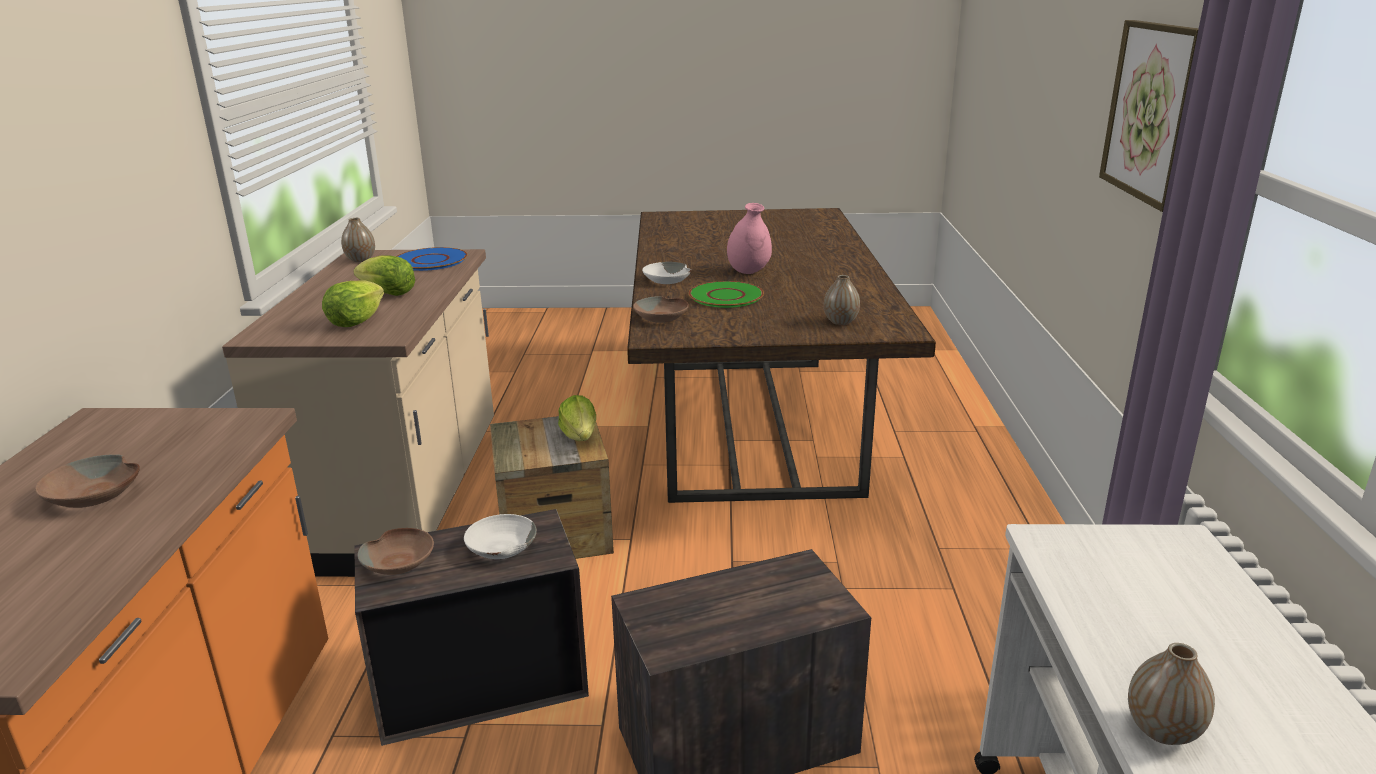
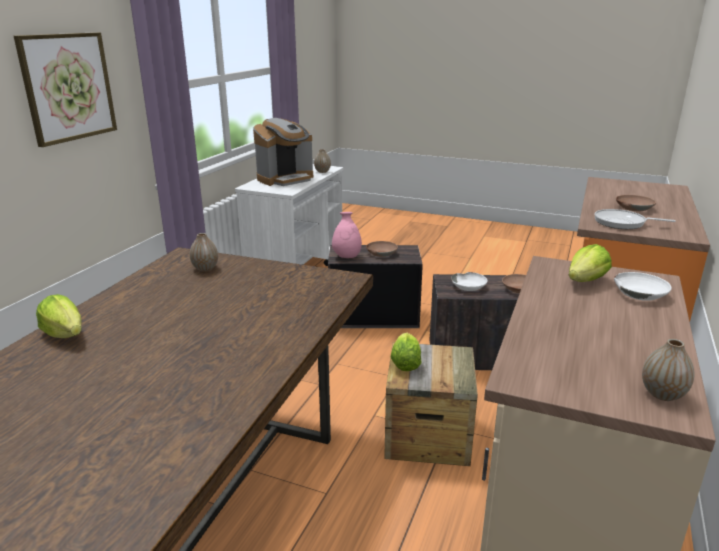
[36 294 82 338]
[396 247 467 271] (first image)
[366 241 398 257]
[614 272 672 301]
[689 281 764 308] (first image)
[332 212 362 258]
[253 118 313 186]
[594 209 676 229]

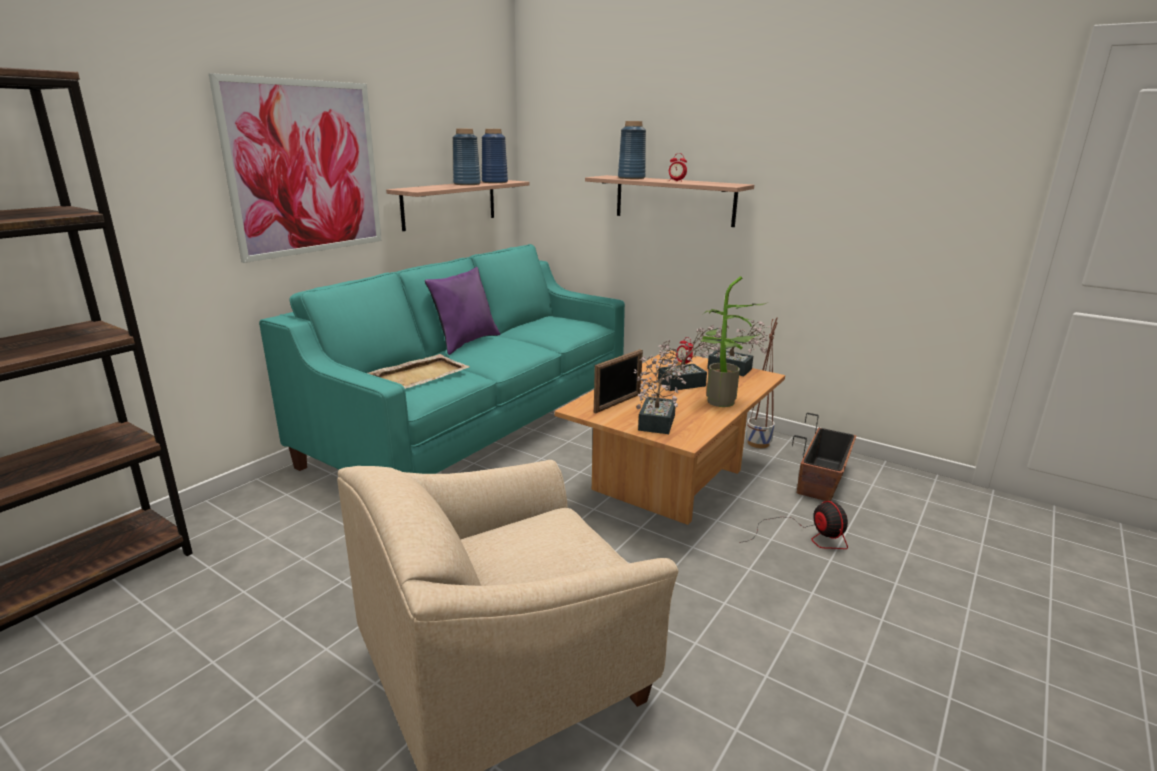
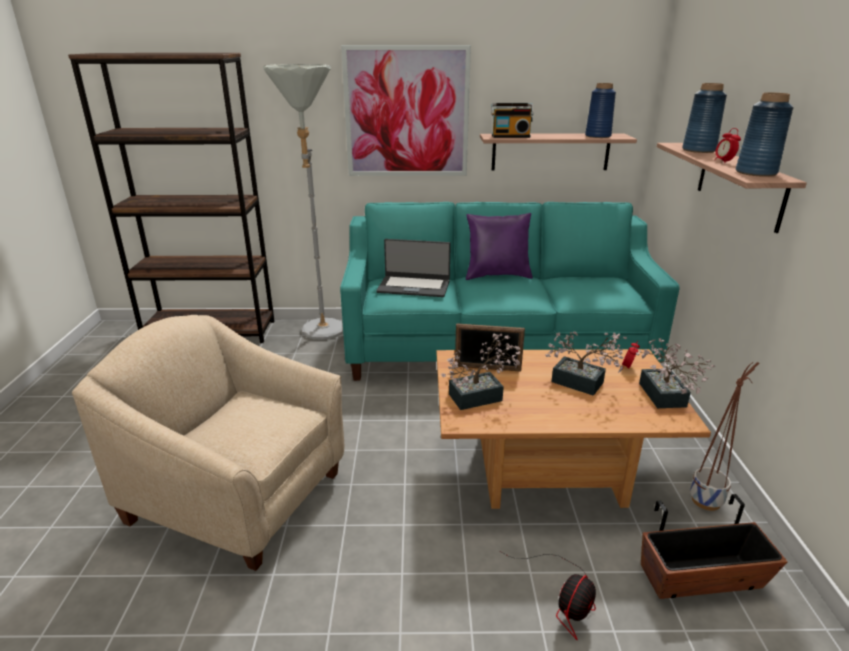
[376 239 451 297]
[736 93 794 177]
[701 276 769 407] (first image)
[263 64 343 340]
[491 103 534 138]

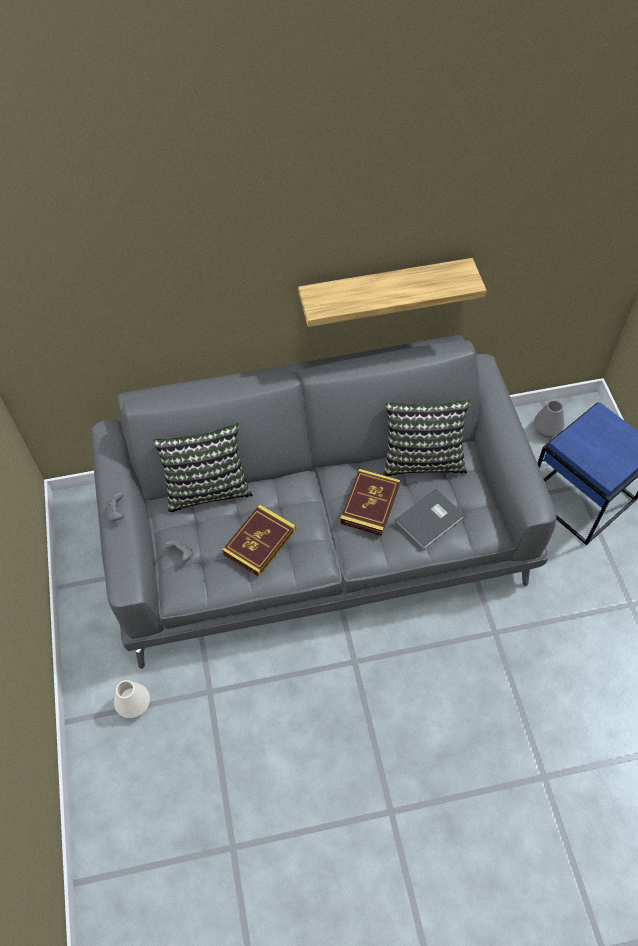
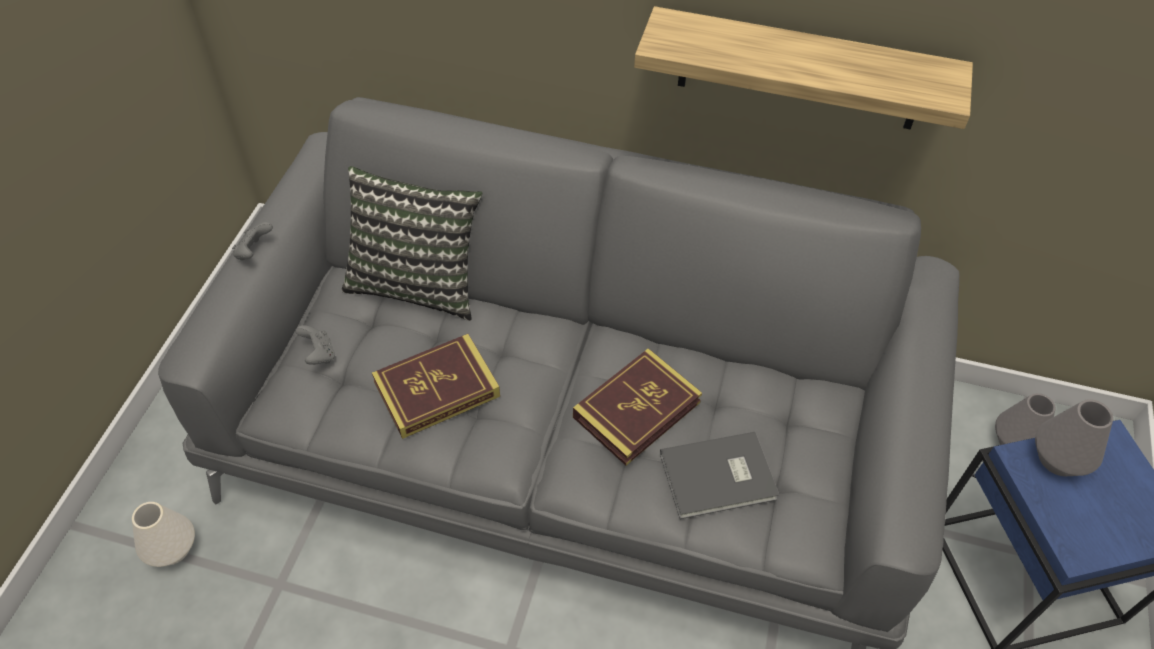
[383 399 471 476] (first image)
[1035 399 1113 476]

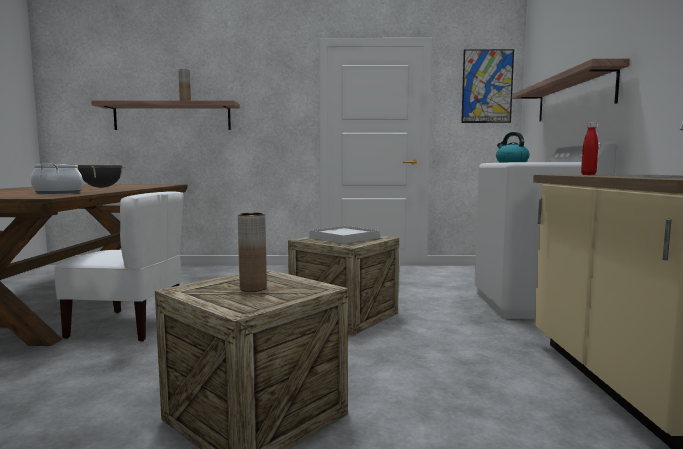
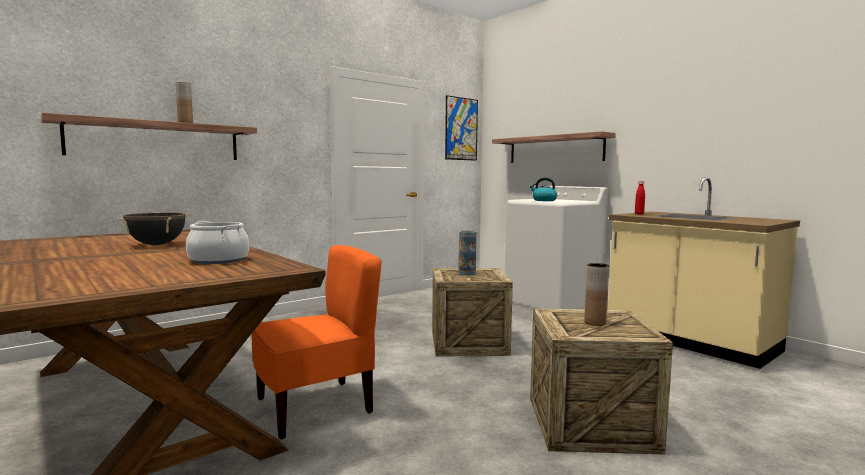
[252 245 382 440]
[459 231 476 276]

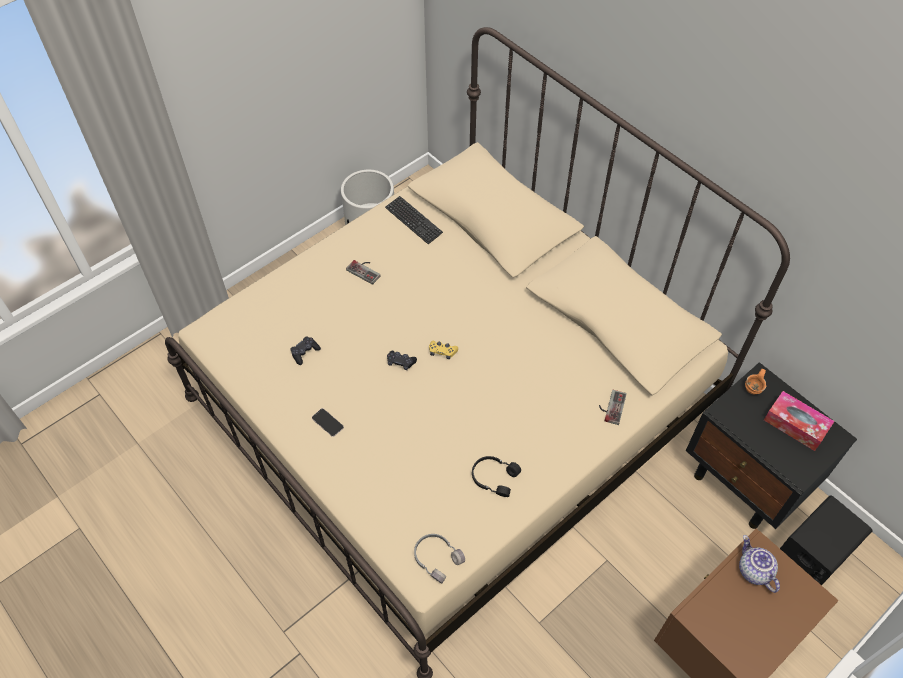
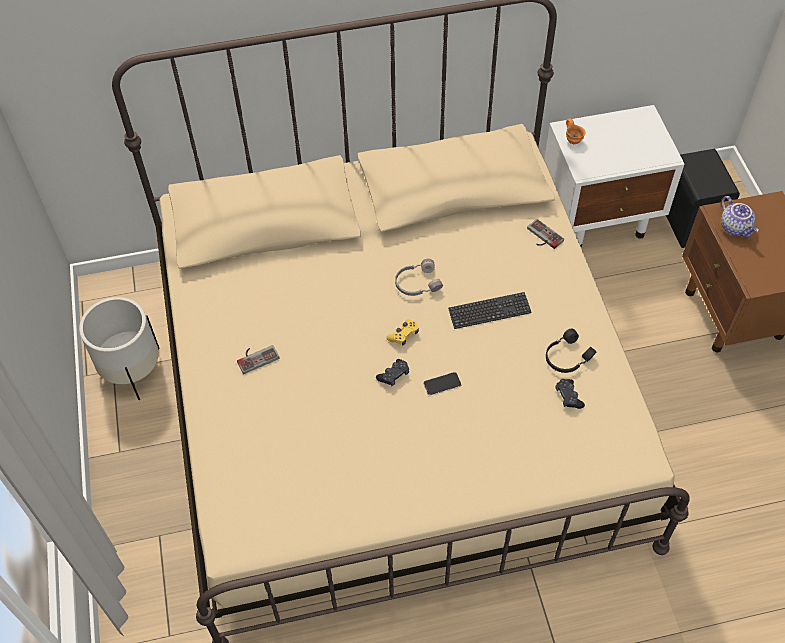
[556 379 585 409]
[423 372 461 396]
[448 292 532 329]
[395 259 443 296]
[544 105 684 248]
[721 196 759 237]
[764 391 835 451] (first image)

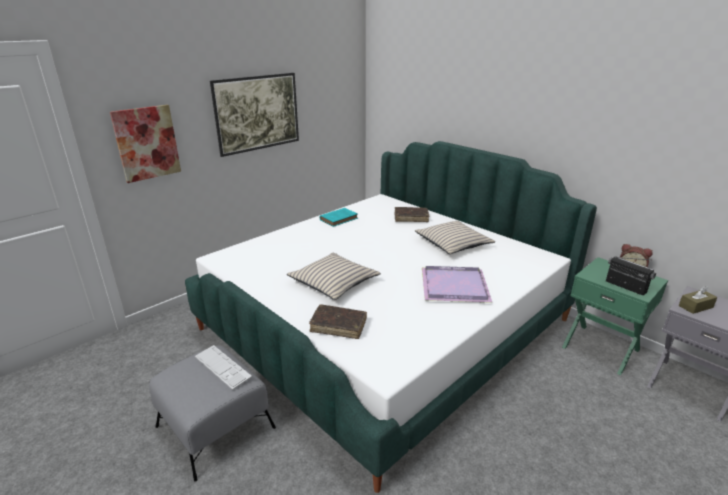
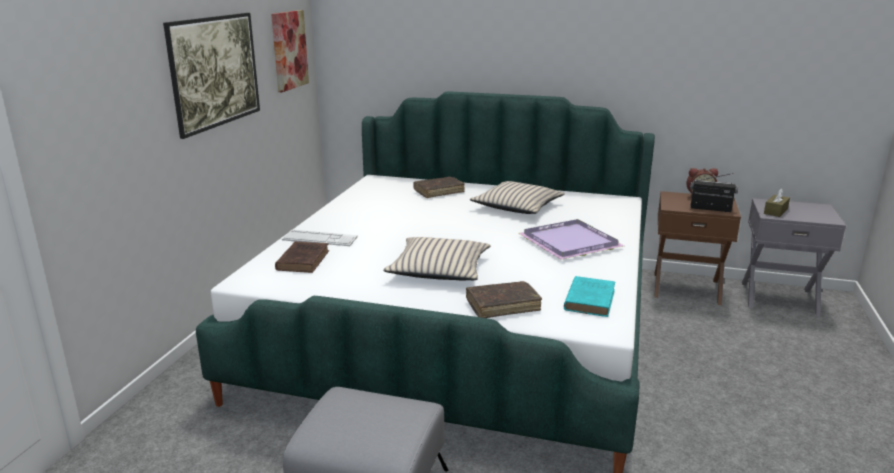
[271 10 309 92]
[282 230 358 246]
[564 276 615 317]
[654 191 741 305]
[275 241 329 273]

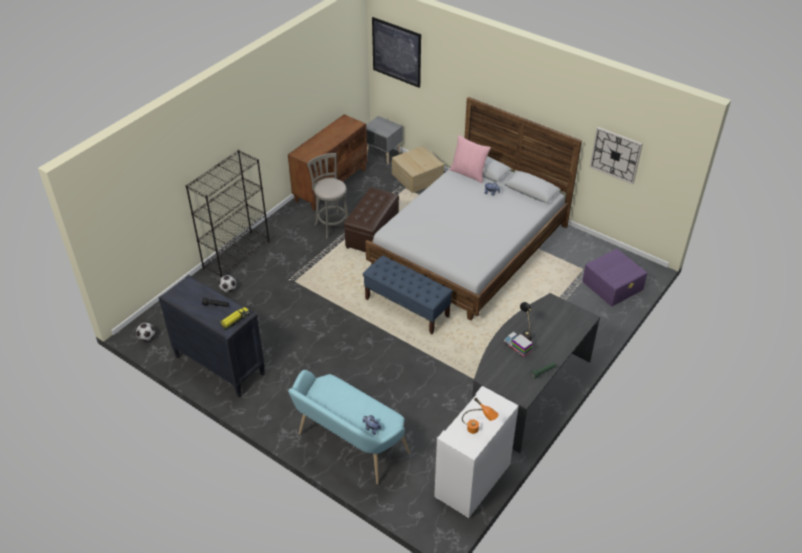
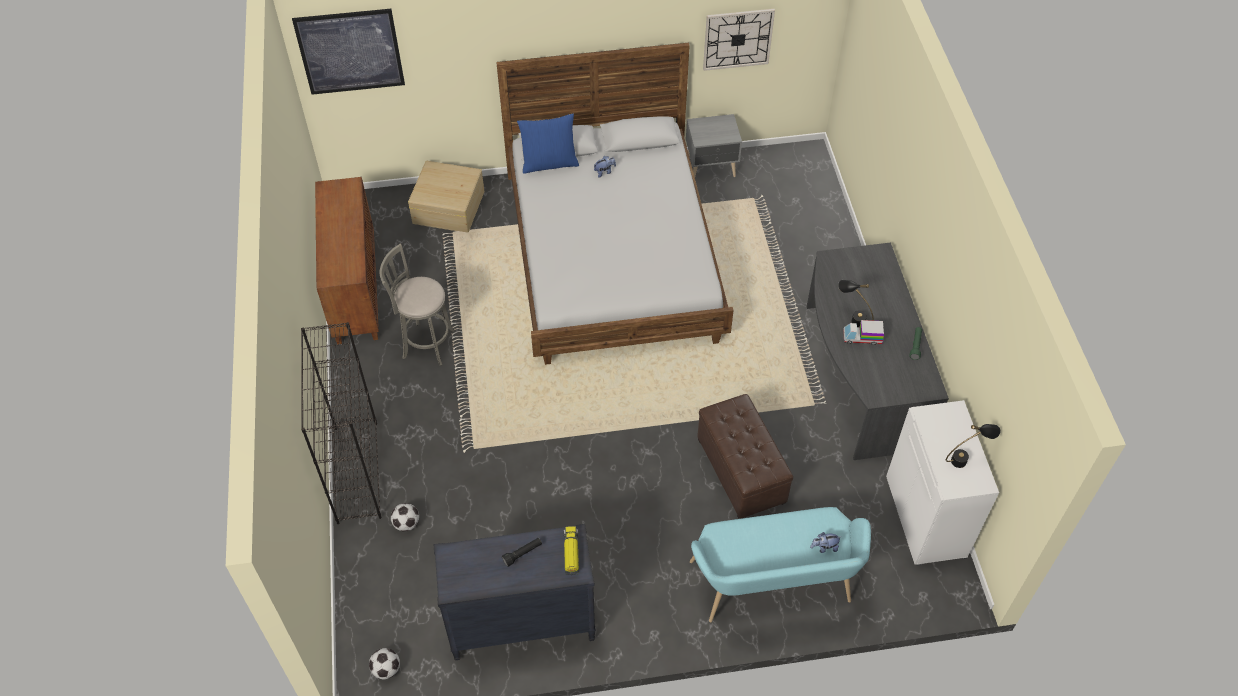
[697 394 793 519]
[363 256 453 334] (first image)
[686 114 742 177]
[517 114 579 174]
[946 424 1000 468]
[582 249 647 307] (first image)

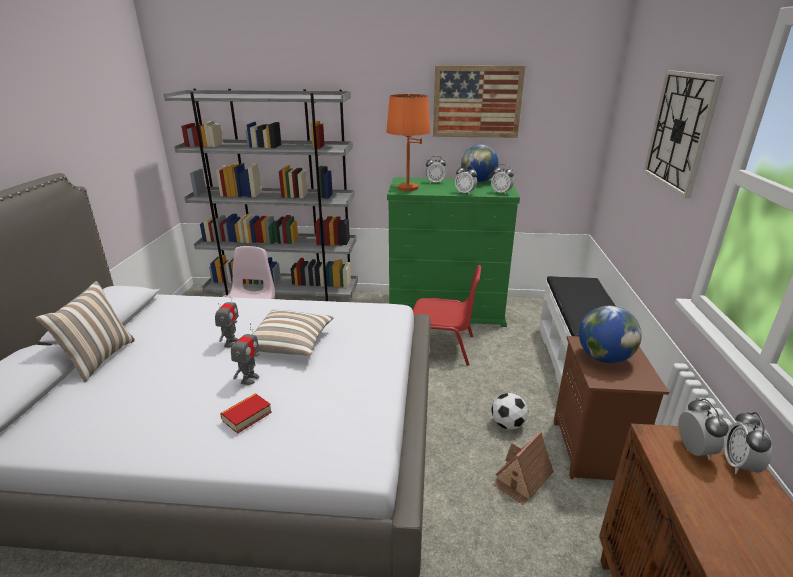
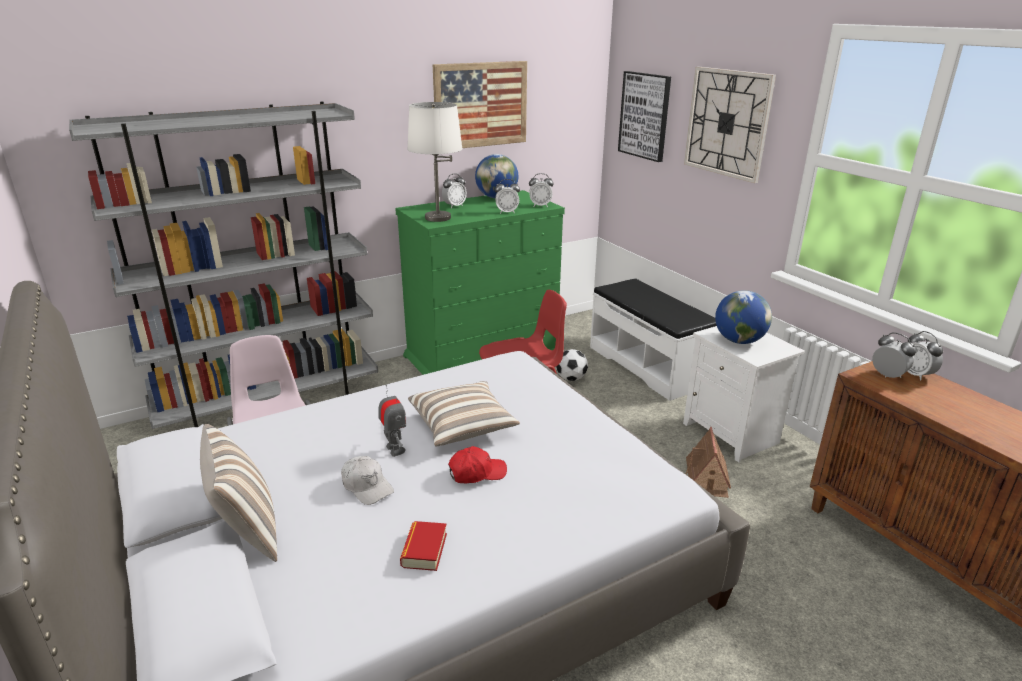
[400 521 447 571]
[448 446 507 483]
[407 102 462 222]
[556 349 588 381]
[683 326 805 462]
[341 456 394 505]
[618 71 671 162]

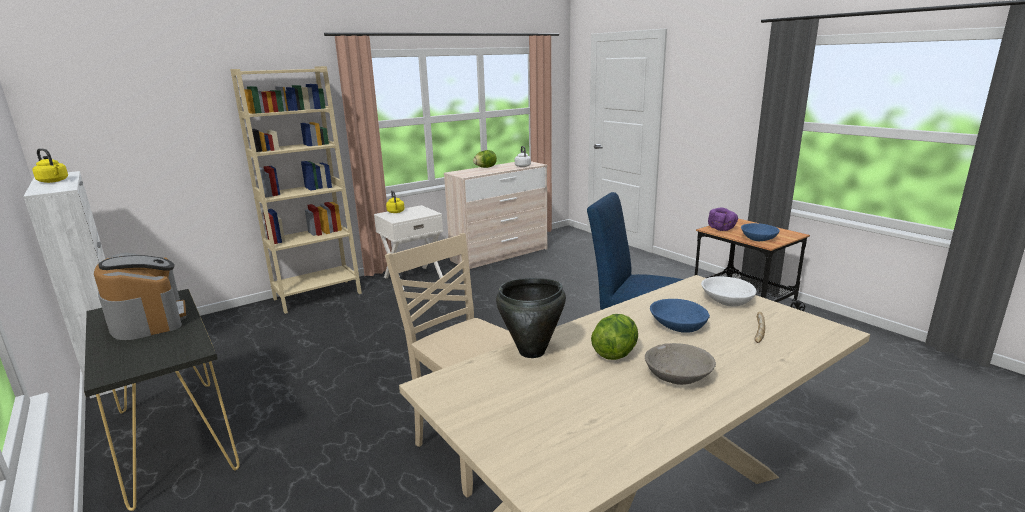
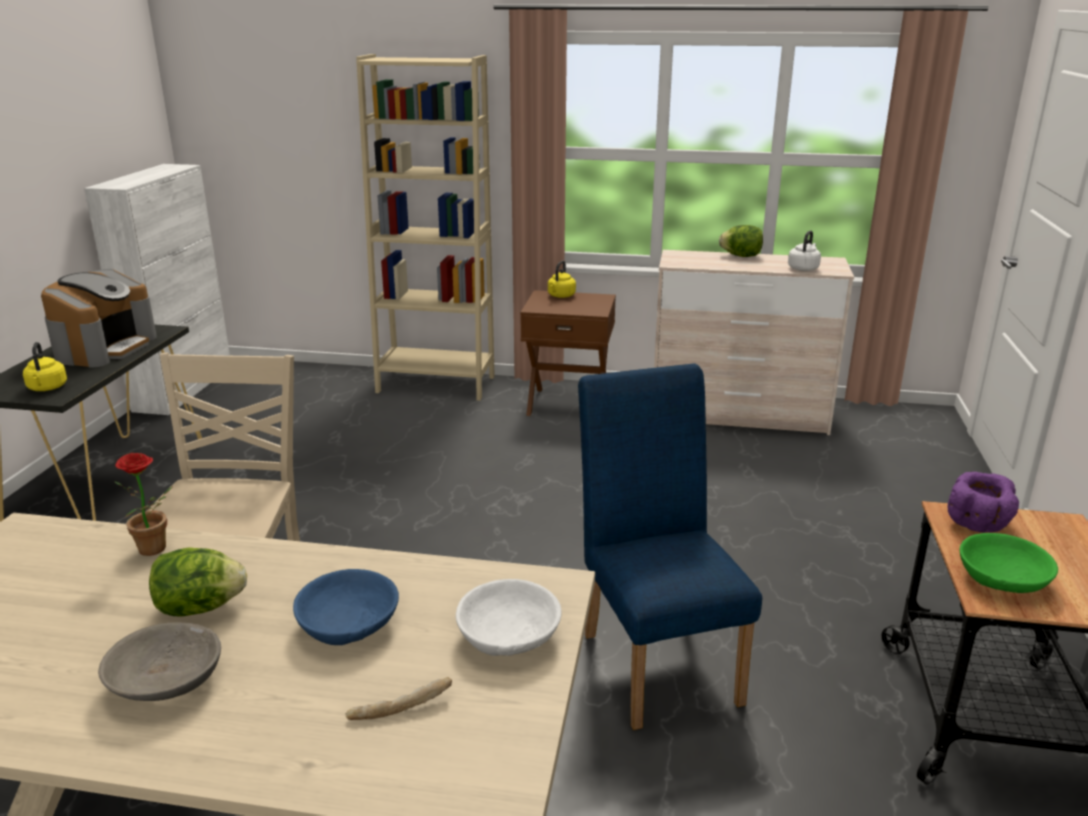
[23 342 67 391]
[521 290 616 416]
[114 453 173 556]
[959 533 1058 593]

